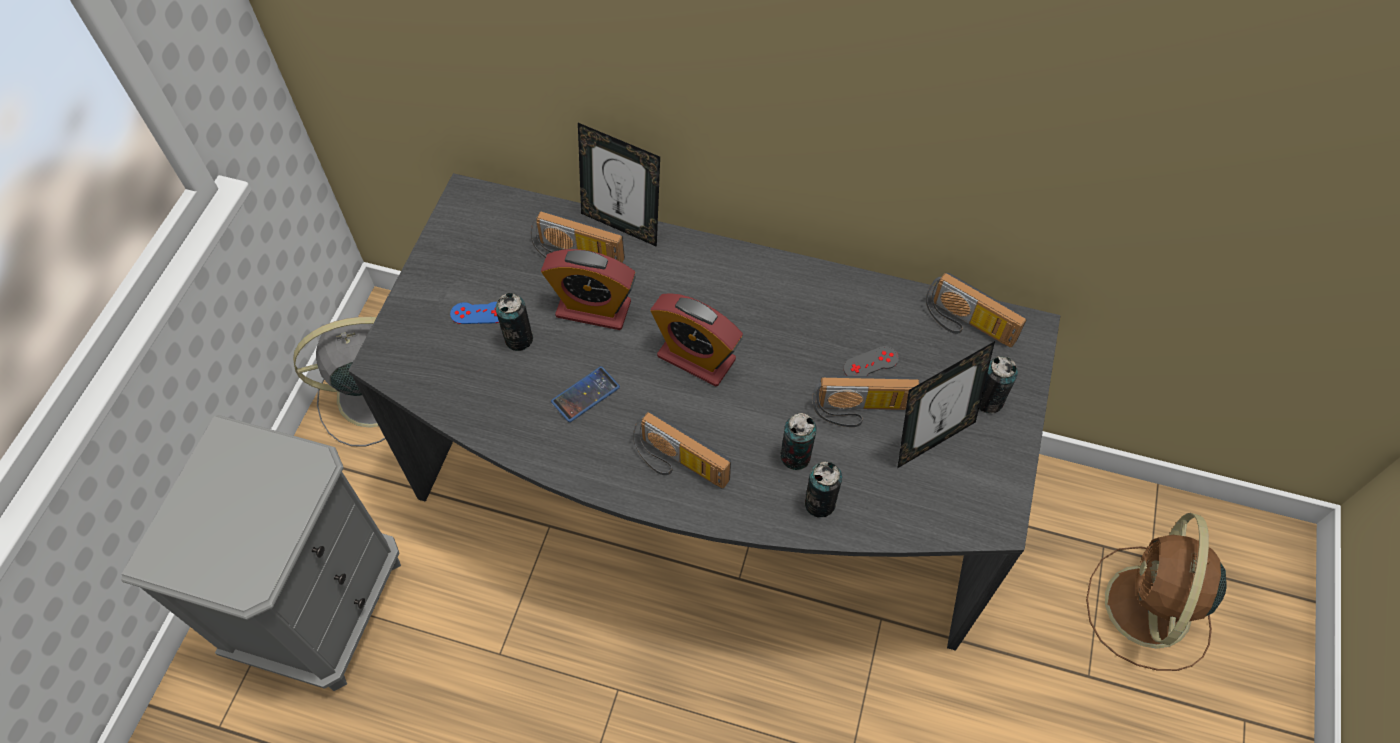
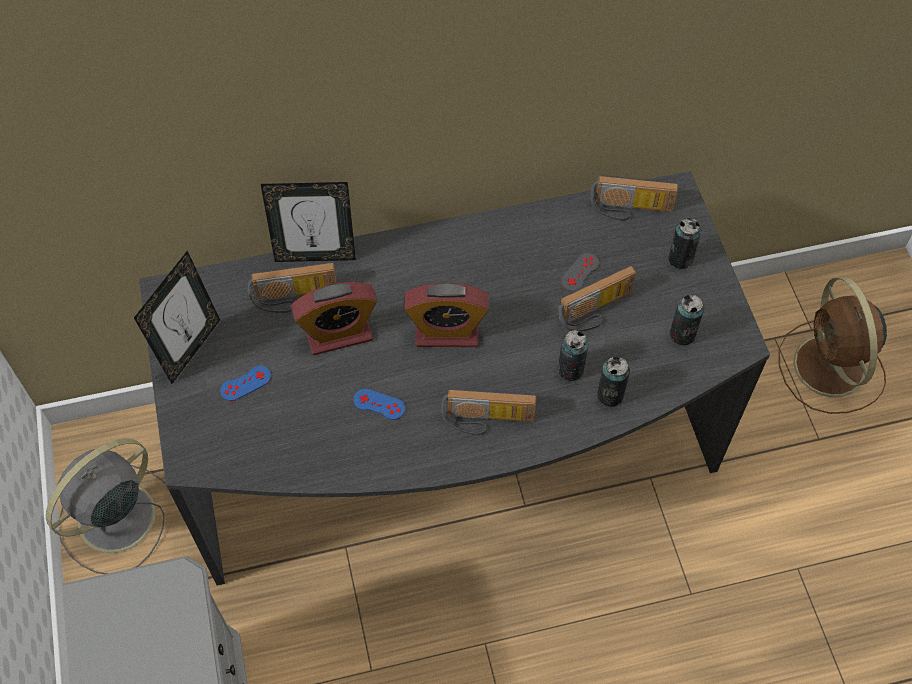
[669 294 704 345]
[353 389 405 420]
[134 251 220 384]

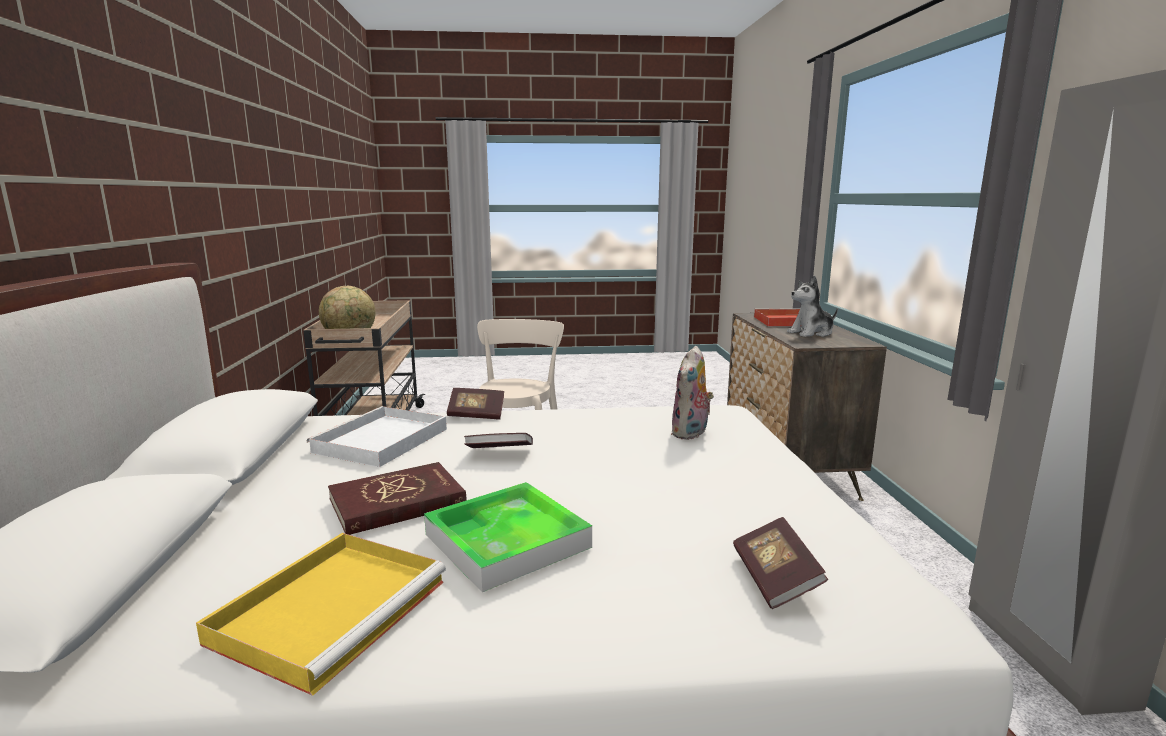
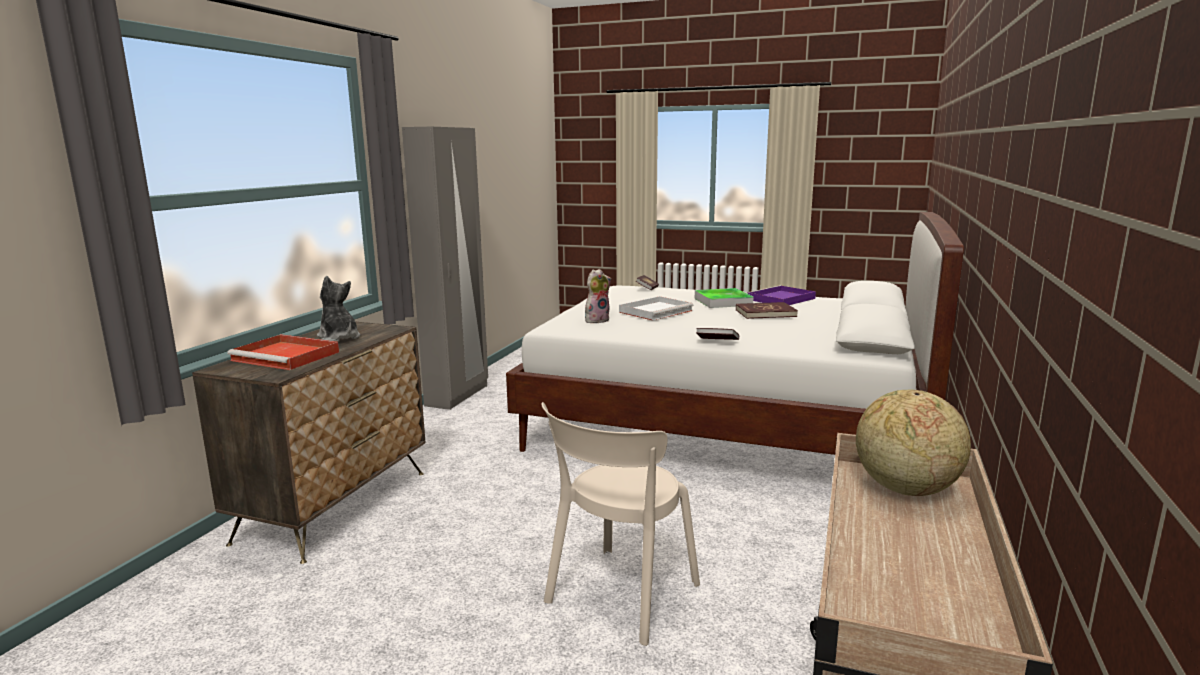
[747 285 816 305]
[619 296 693 321]
[464 433 533 448] (first image)
[317 276 360 342]

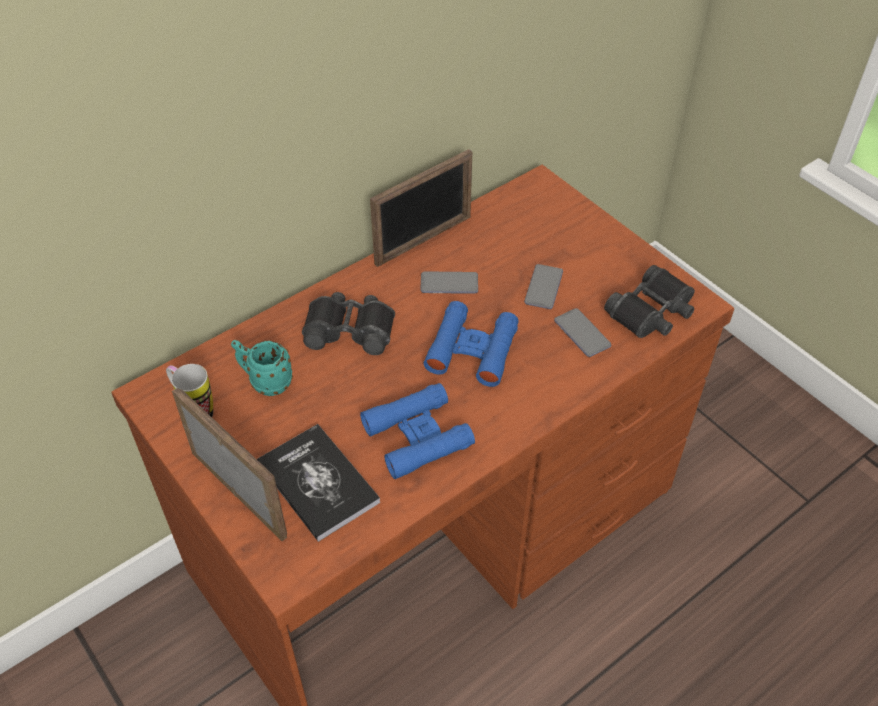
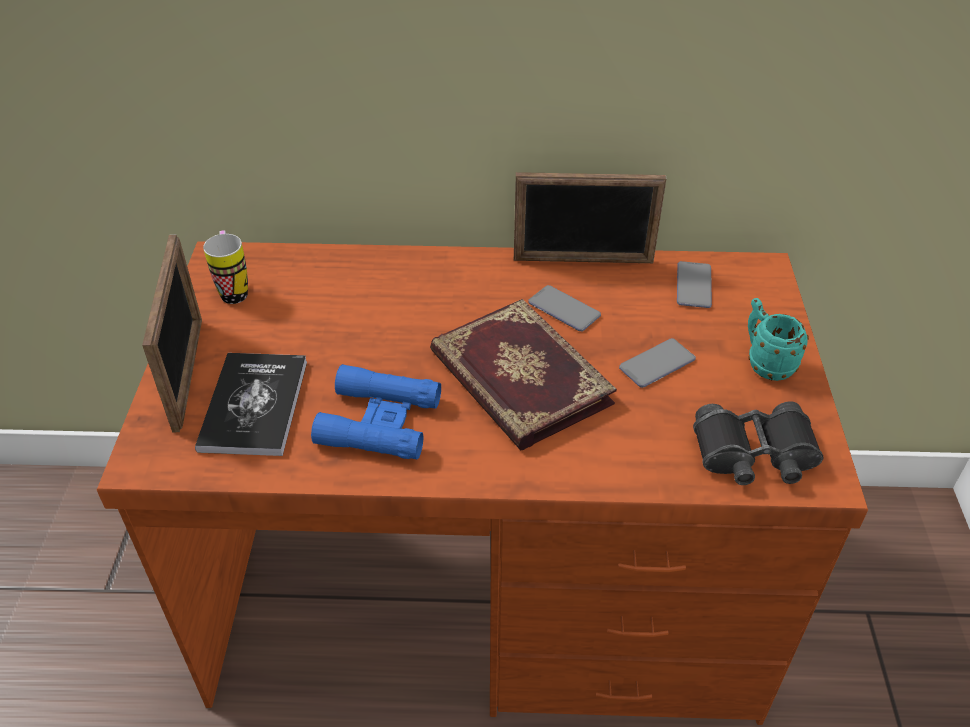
[748 298 809 381]
[302 292 395 355] (first image)
[430 299 617 451]
[677 261 712 308]

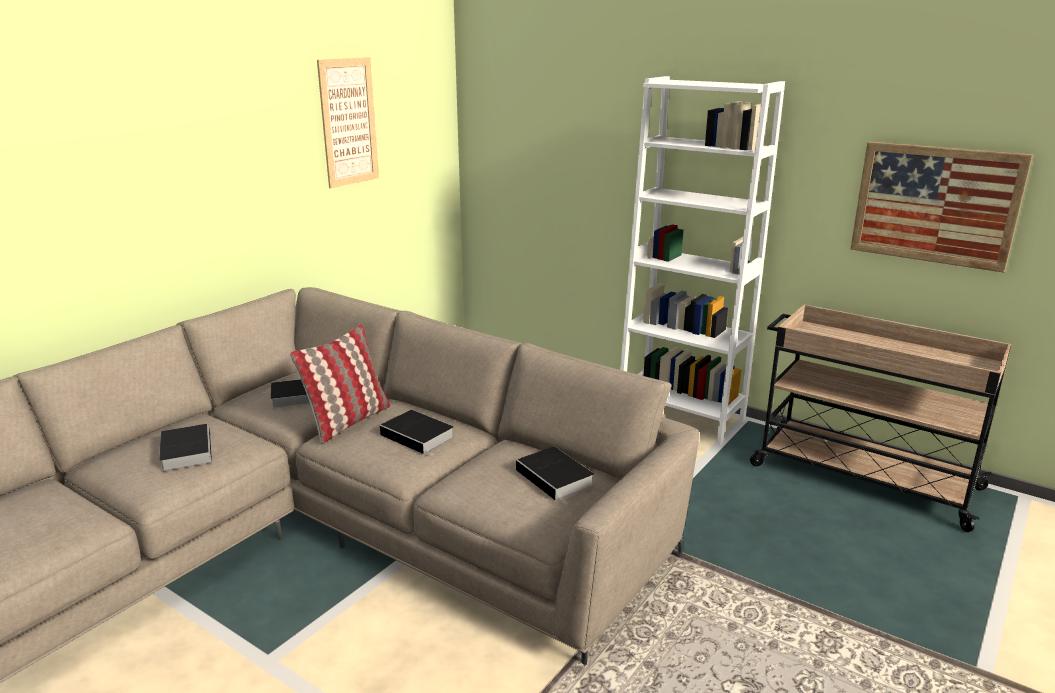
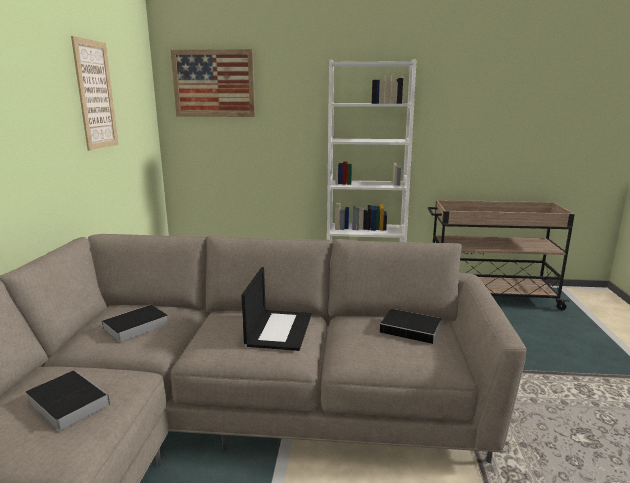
[290 324 390 444] (first image)
[241 267 311 351]
[170 49 255 117]

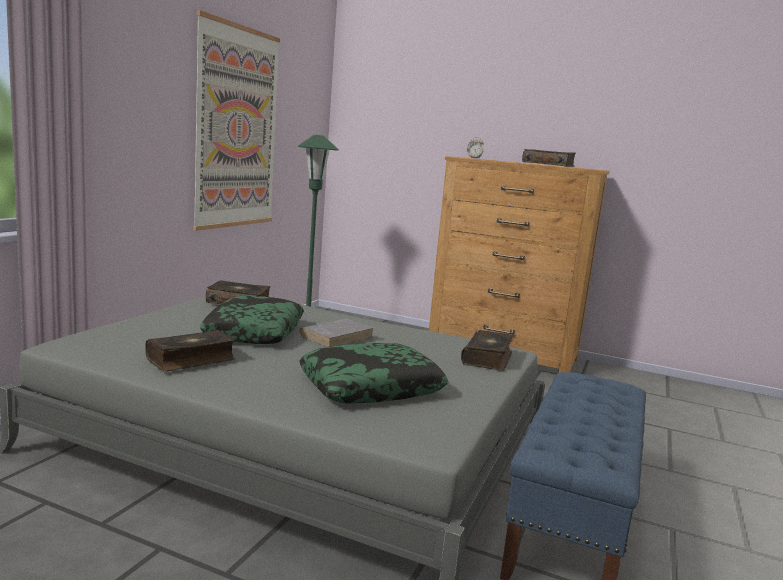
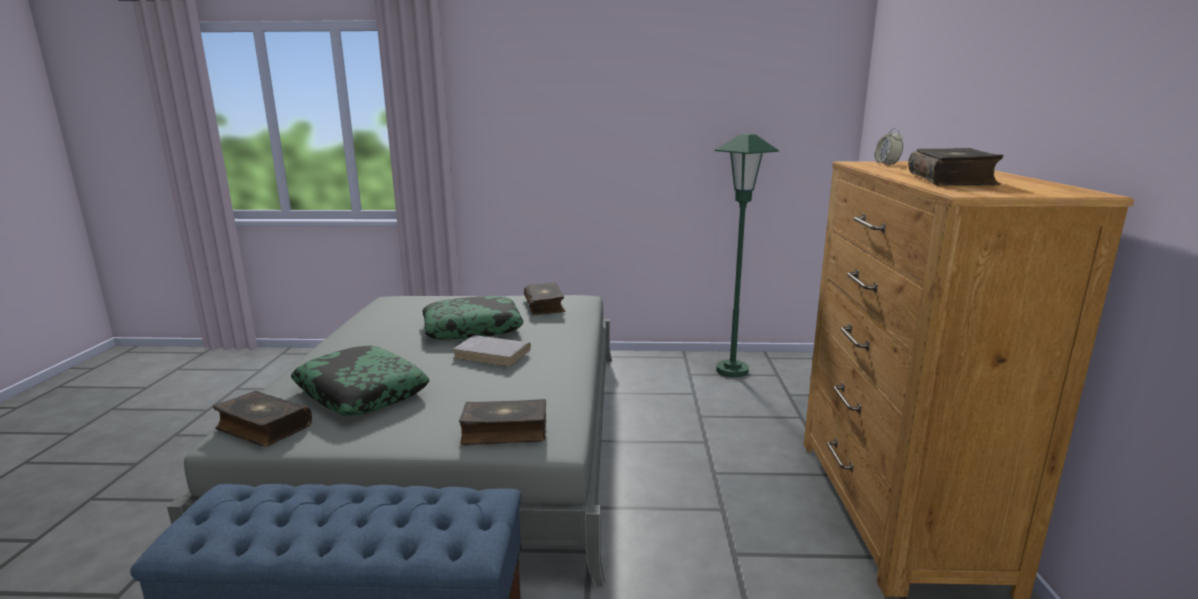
[213 390 312 447]
[193 10 280 231] (first image)

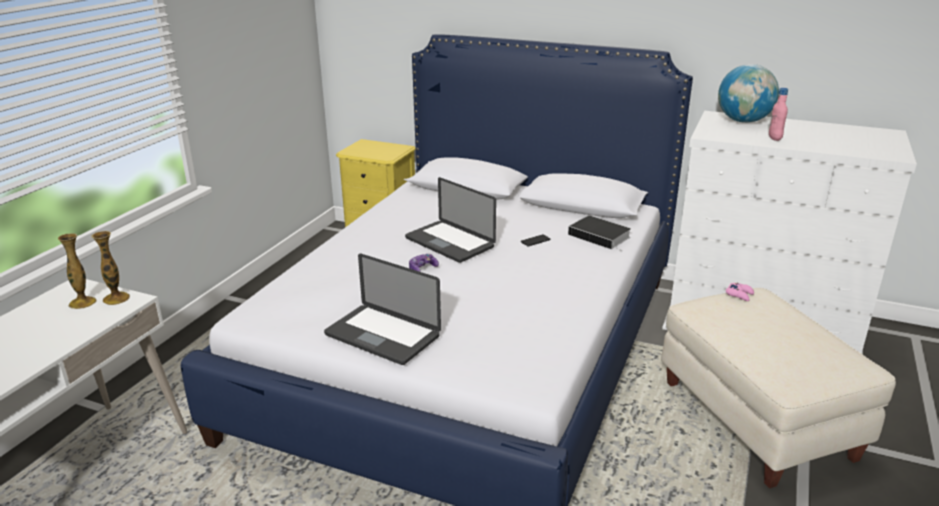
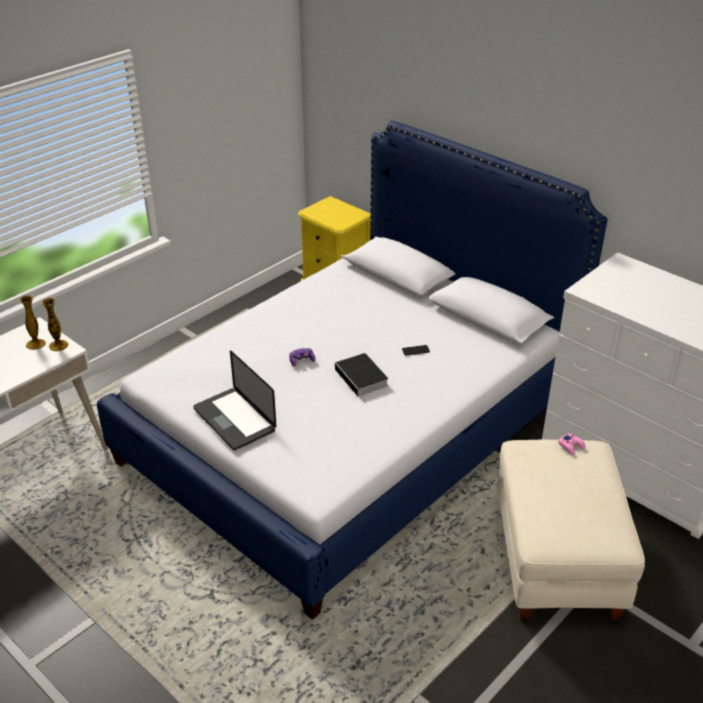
[405 177 496 263] (first image)
[335 353 388 401]
[718 64 779 123] (first image)
[769 88 788 141] (first image)

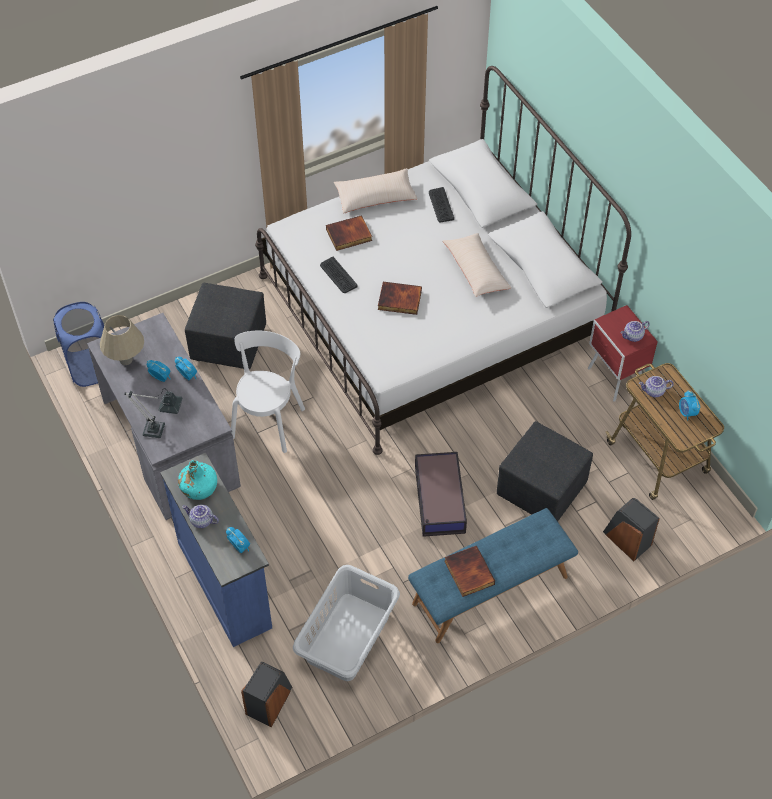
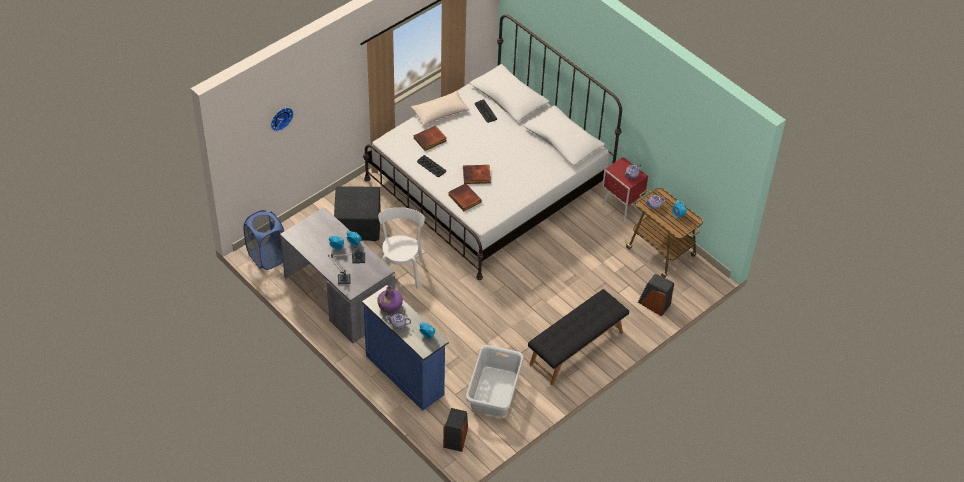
[100 315 144 365] (first image)
[377 286 403 313]
[528 289 629 385]
[415 452 467 537] (first image)
[443 233 512 297] (first image)
[449 183 481 211]
[497 421 593 522] (first image)
[271 108 294 131]

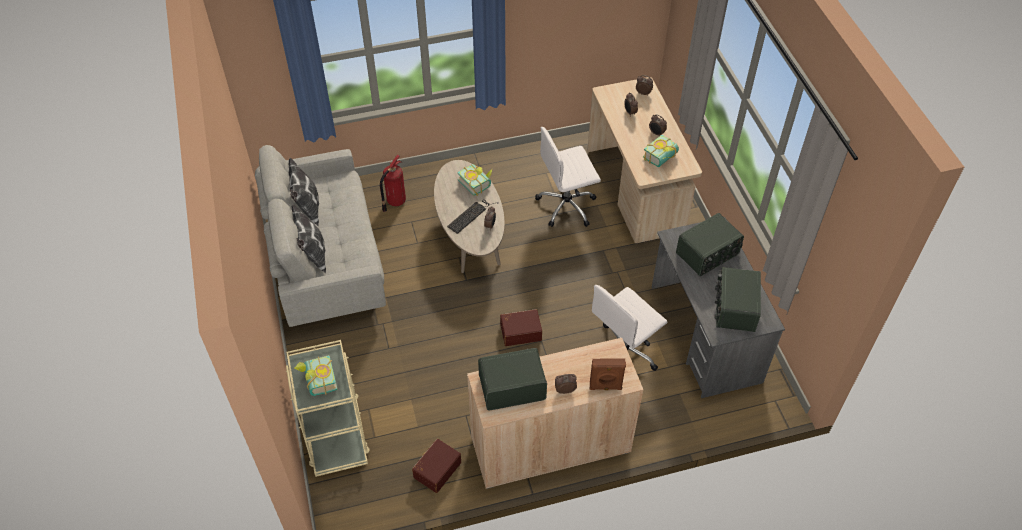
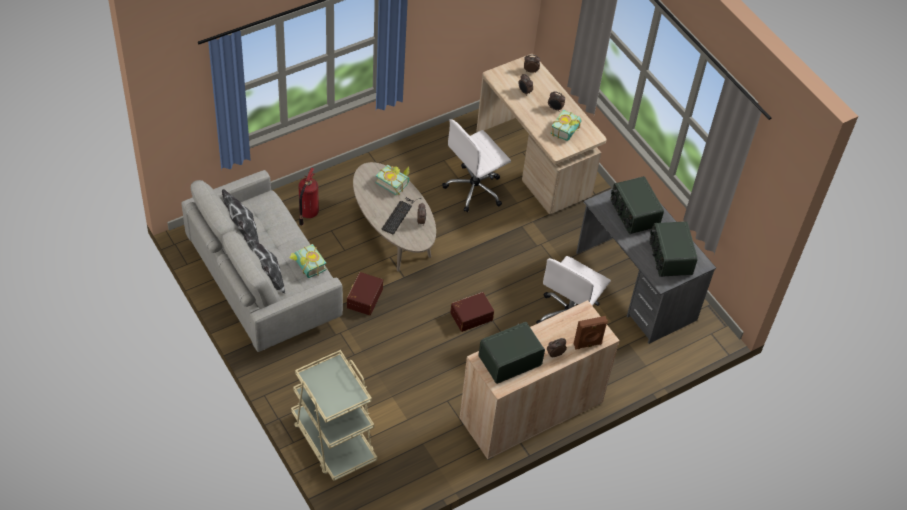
[290 244 327 278]
[347 272 383 315]
[611 176 664 234]

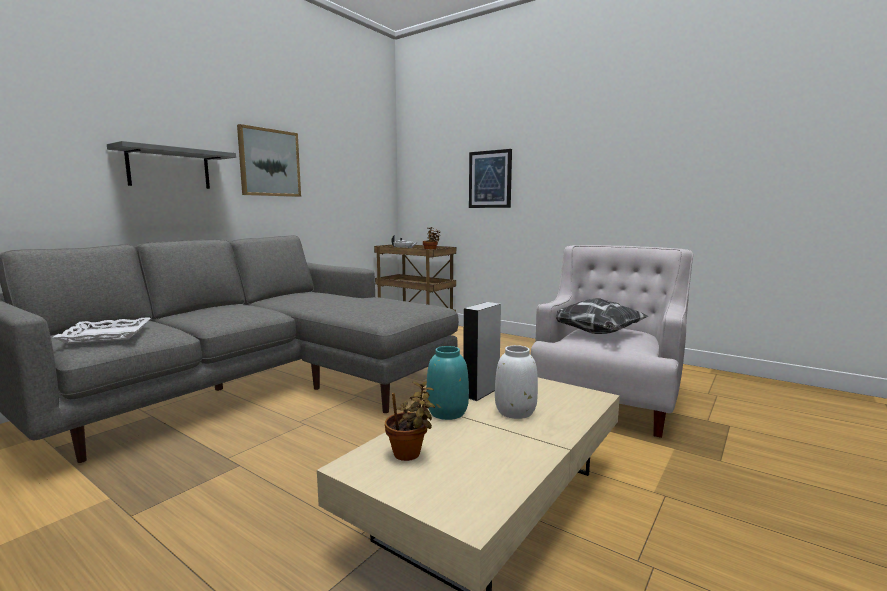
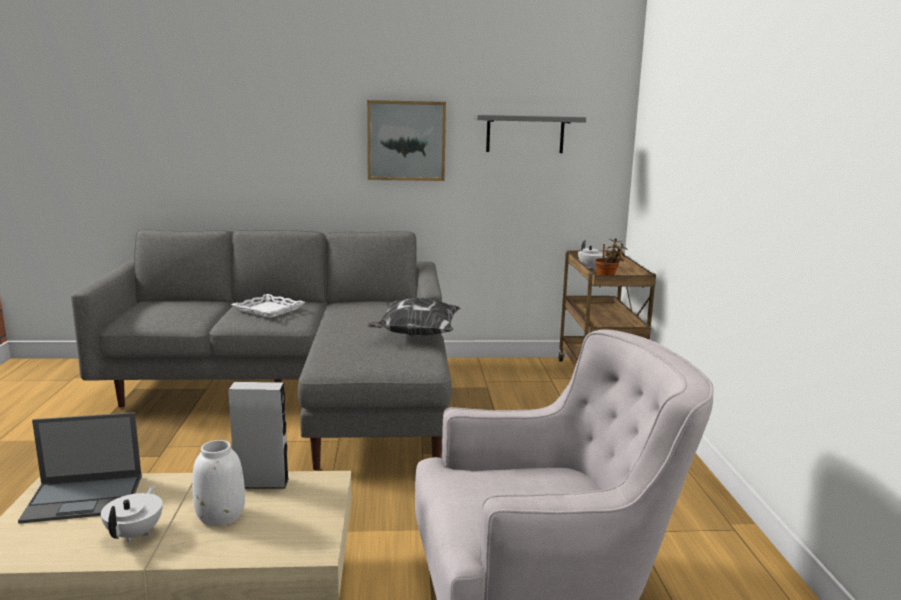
[231 294 305 318]
[474 114 586 153]
[18 412 142 524]
[426 346 469 420] (first image)
[469 149 512 208] (first image)
[367 297 460 336]
[101 485 163 542]

